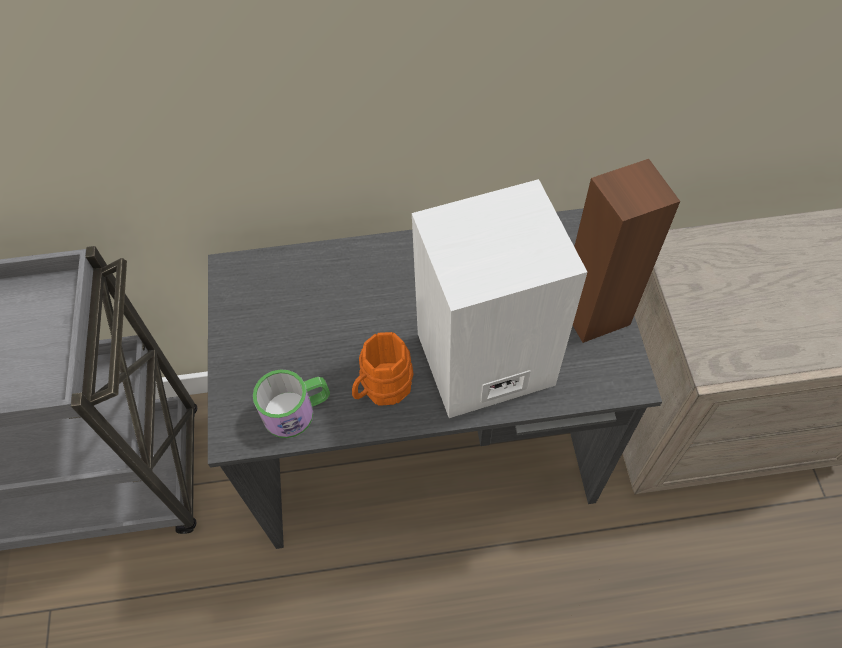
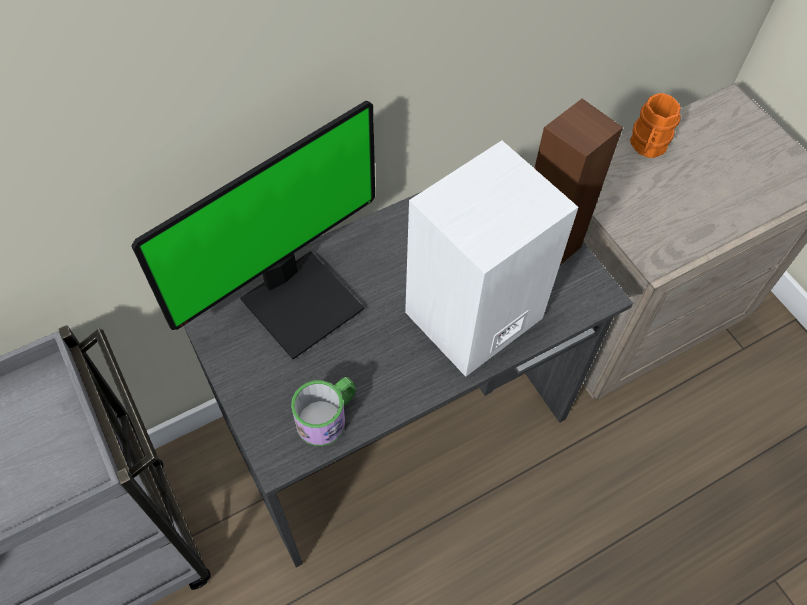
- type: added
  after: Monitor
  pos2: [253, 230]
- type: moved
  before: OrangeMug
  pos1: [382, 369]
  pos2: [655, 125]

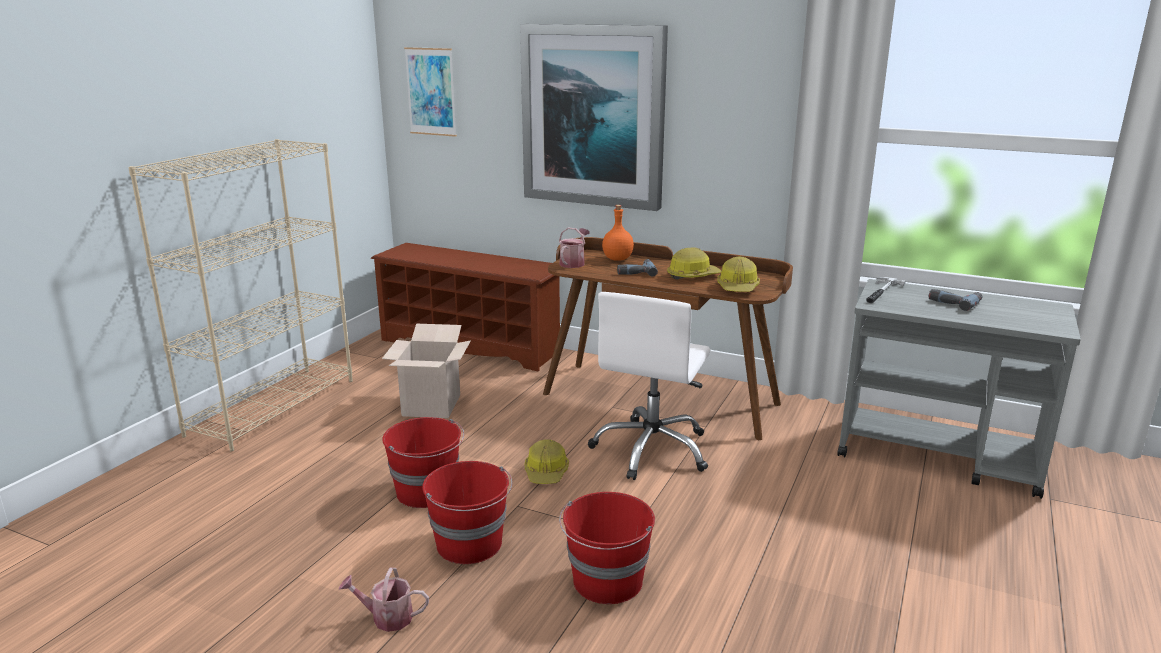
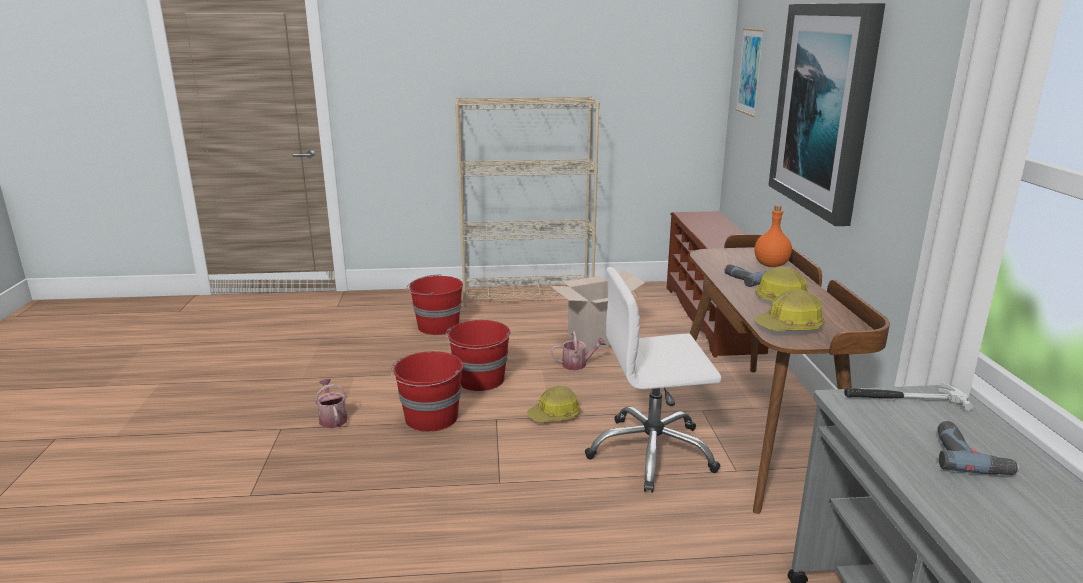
- type: moved
  before: WateringCan
  pos1: [574, 247]
  pos2: [578, 351]
- type: moved
  before: RedBucket
  pos1: [607, 548]
  pos2: [435, 304]

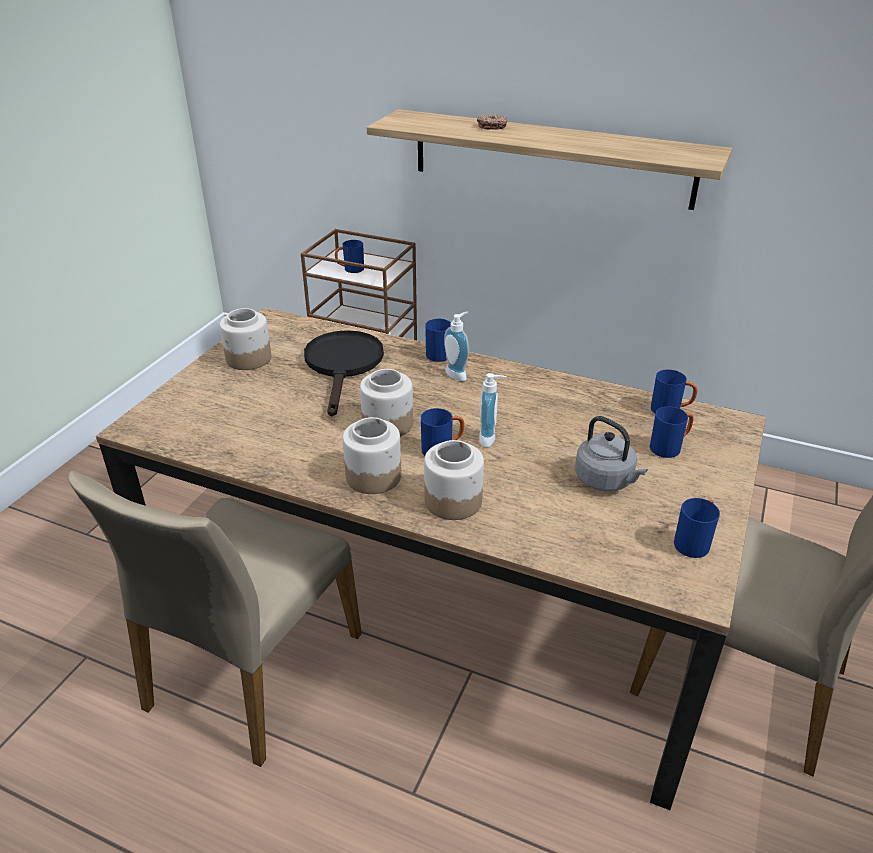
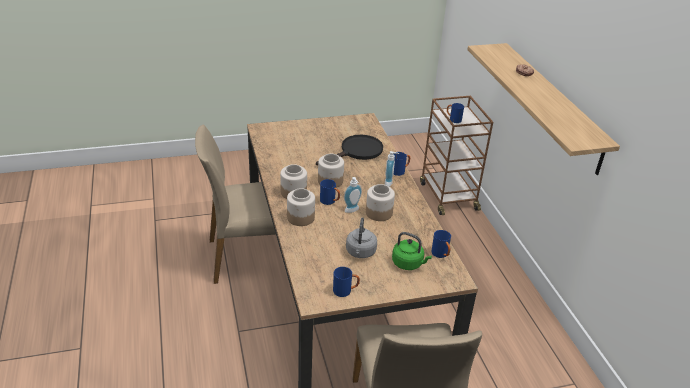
- type: moved
  before: Jar
  pos1: [245, 339]
  pos2: [380, 202]
- type: replaced
  before: BlueMug
  after: GreenKettle
  pos1: [672, 432]
  pos2: [412, 251]

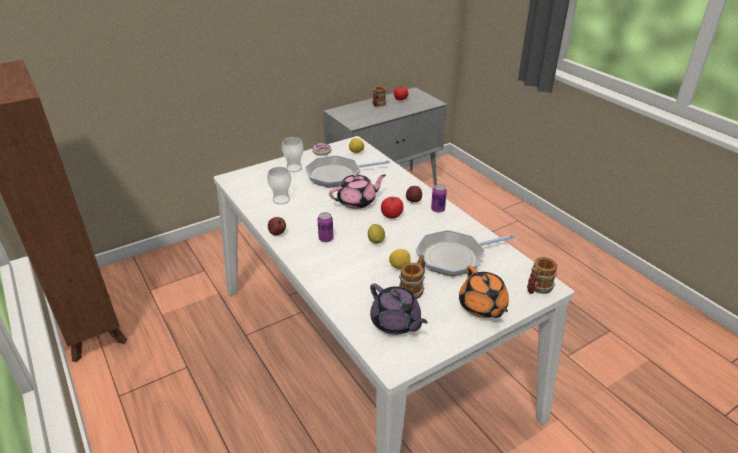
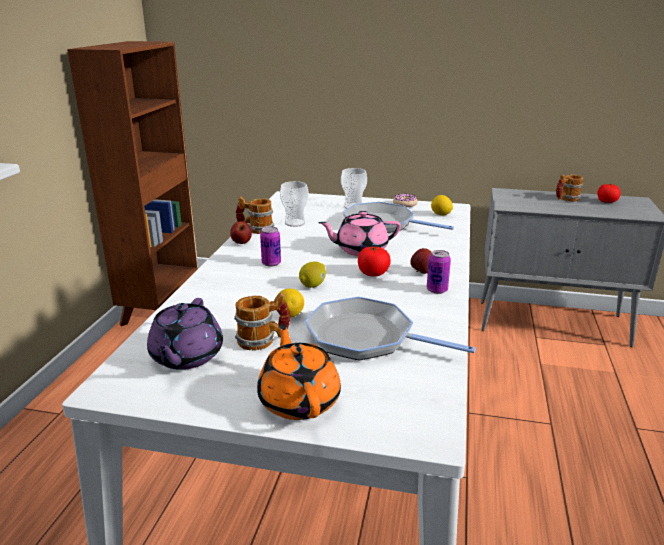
- type: moved
  before: Mug
  pos1: [542, 275]
  pos2: [254, 215]
- type: turned
  before: PinkTeapot
  pos1: [357, 192]
  pos2: [359, 233]
  turn: 150
- type: turned
  before: OrangeTeapot
  pos1: [484, 291]
  pos2: [299, 372]
  turn: 135

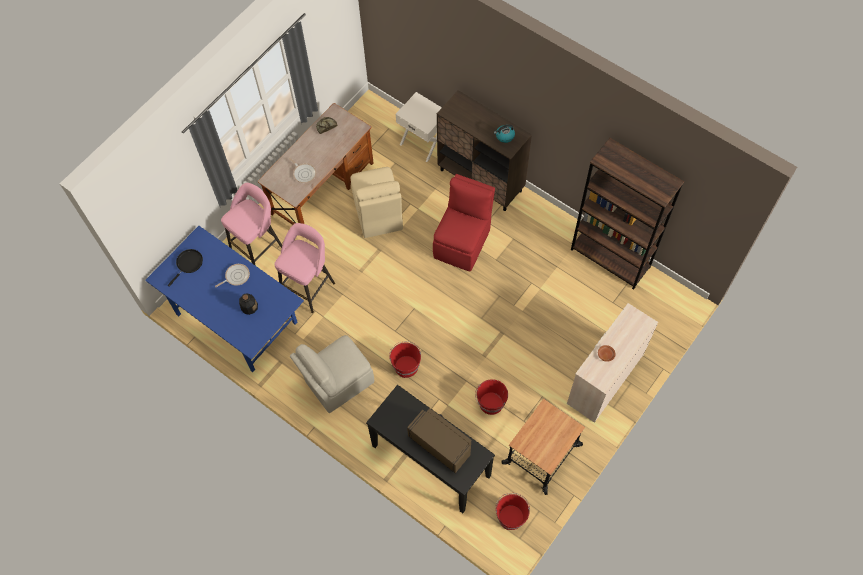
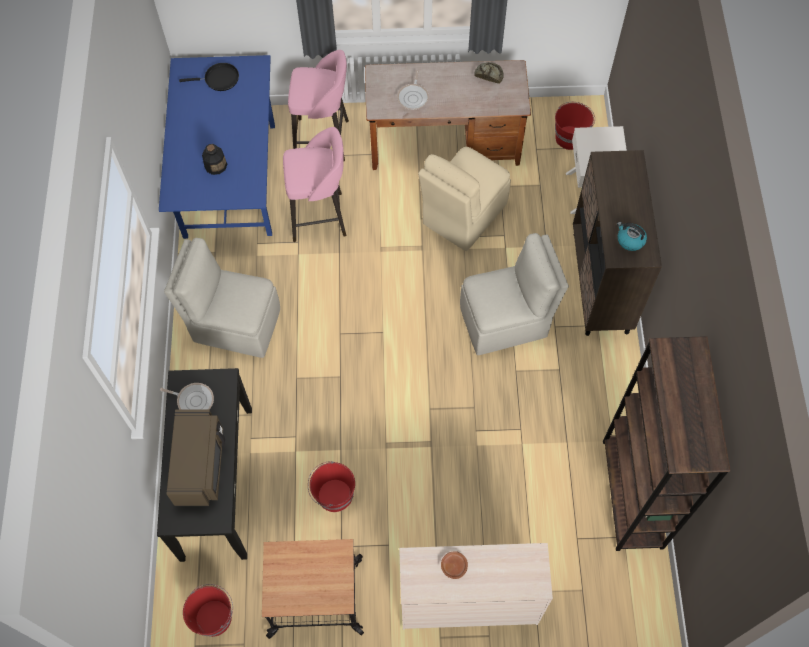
- type: moved
  before: FryingPan
  pos1: [232, 275]
  pos2: [187, 396]
- type: moved
  before: RedBucket
  pos1: [405, 359]
  pos2: [575, 126]
- type: recoloured
  before: RedChair
  after: BeigeChair
  pos1: [464, 222]
  pos2: [514, 294]

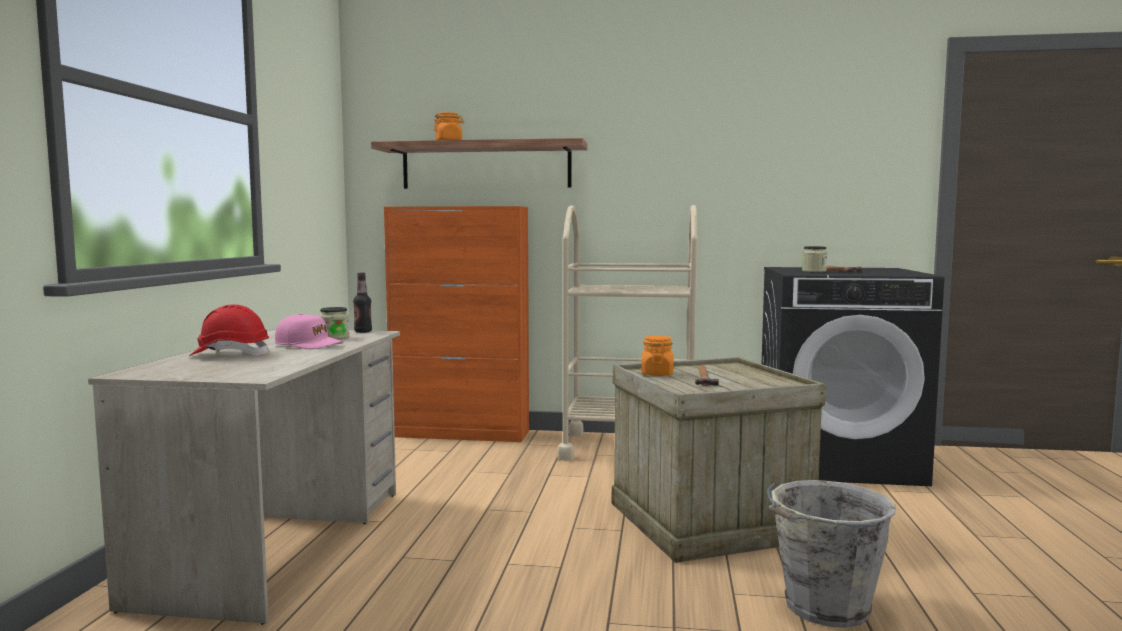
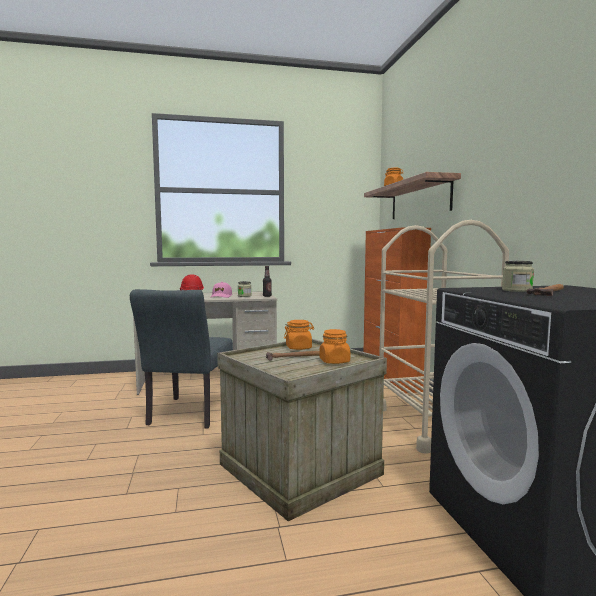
- type: removed
  before: GreyBucket
  pos1: [831, 554]
- type: added
  after: GreyChair
  pos2: [181, 358]
- type: added
  after: OrangeJar
  pos2: [334, 346]

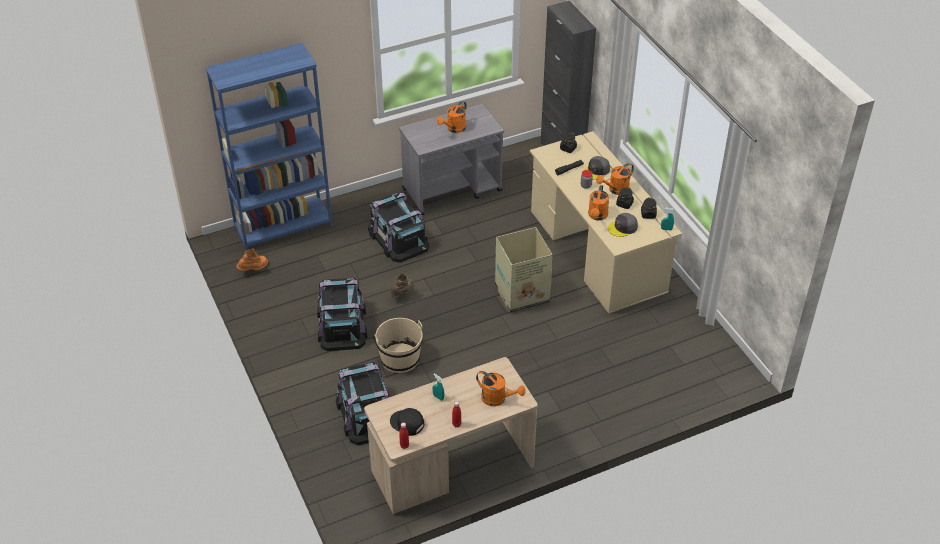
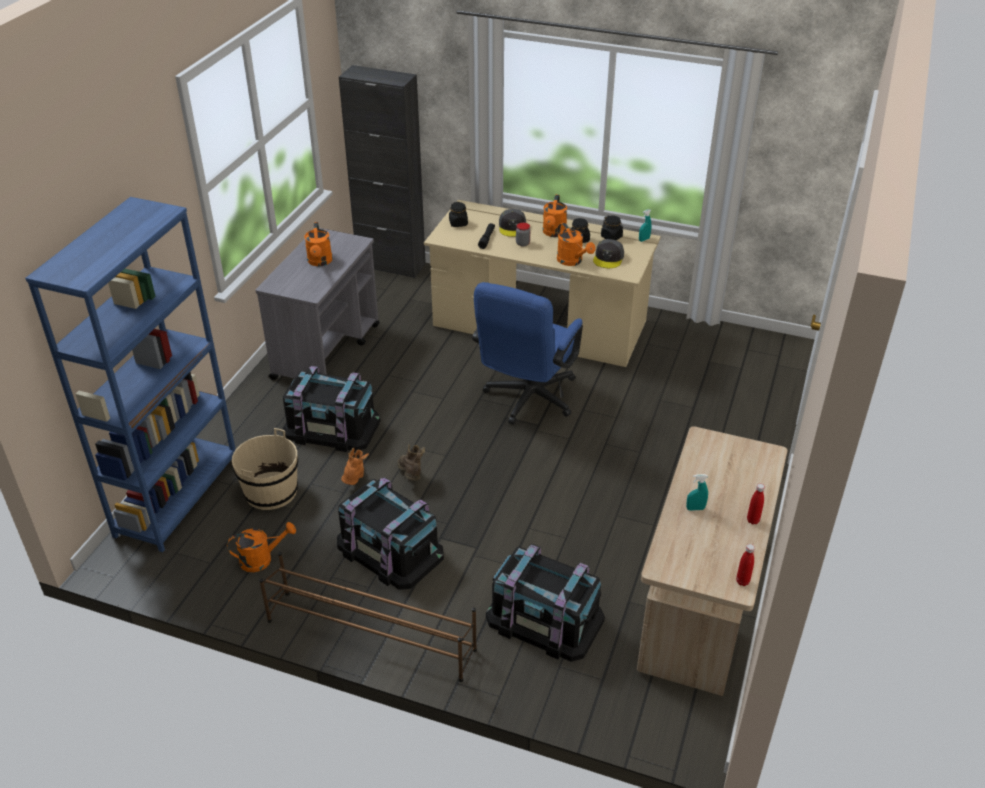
- type: removed
  before: BlackCap
  pos1: [407, 422]
- type: added
  after: BrownShoeRack
  pos2: [368, 617]
- type: moved
  before: OrangeBoot
  pos1: [252, 260]
  pos2: [355, 466]
- type: moved
  before: BeigeBucket
  pos1: [399, 345]
  pos2: [265, 469]
- type: moved
  before: OrangeWateringCan
  pos1: [501, 388]
  pos2: [261, 547]
- type: replaced
  before: CardboardBox
  after: BlueOfficeChair
  pos1: [524, 270]
  pos2: [527, 353]

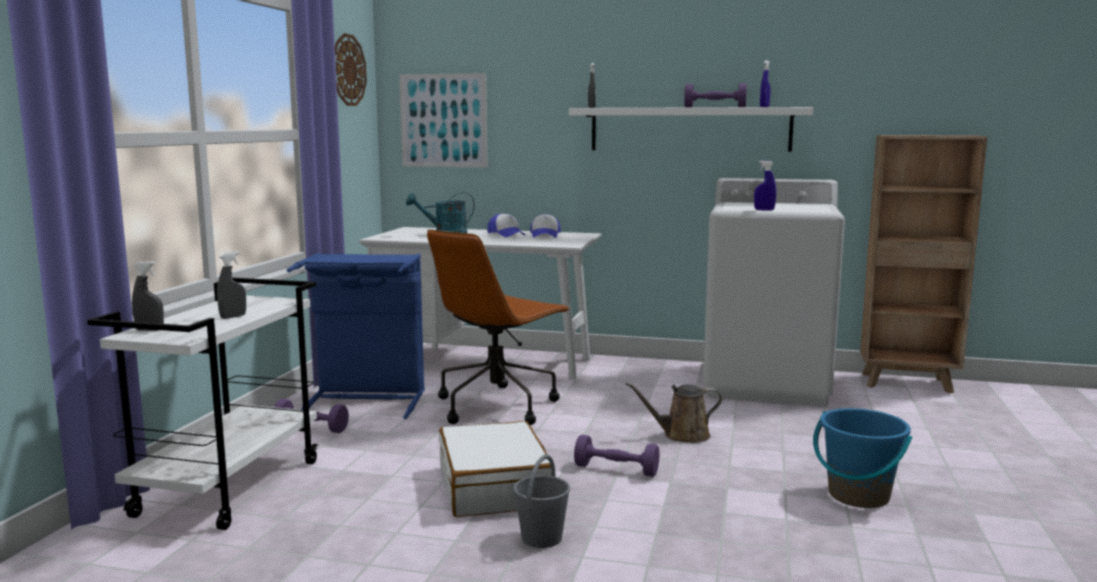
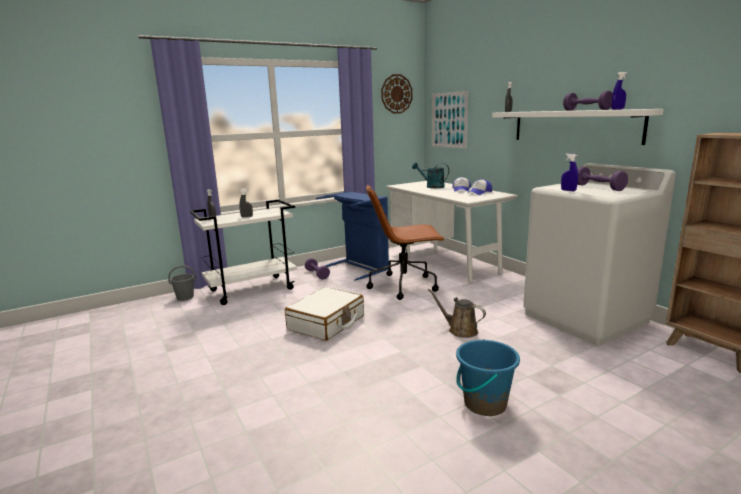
- type: moved
  before: GreyBucket
  pos1: [541, 501]
  pos2: [182, 283]
- type: moved
  before: PurpleDumbbell
  pos1: [617, 456]
  pos2: [602, 179]

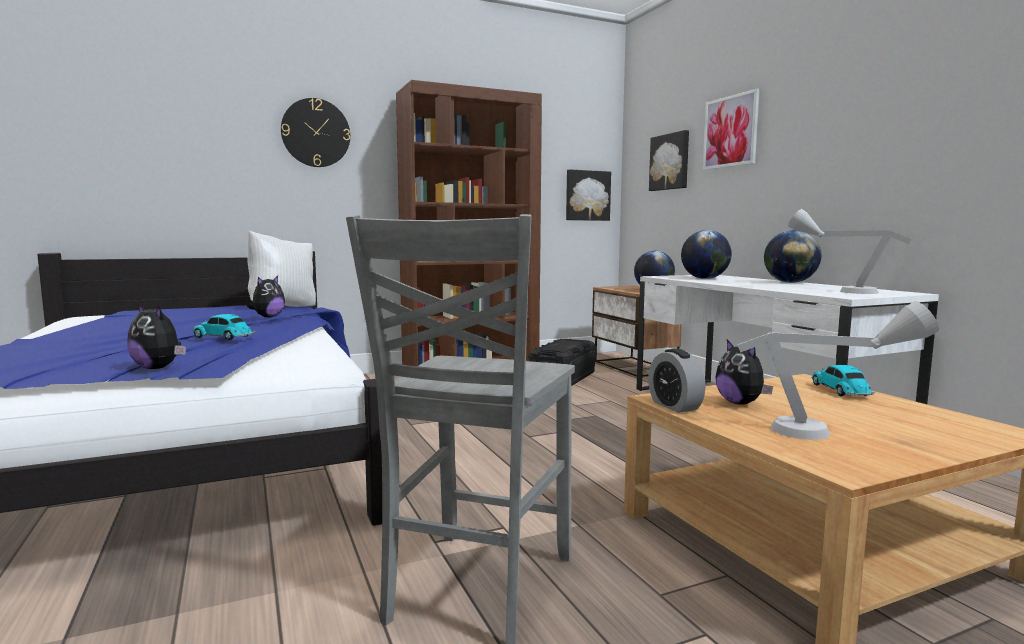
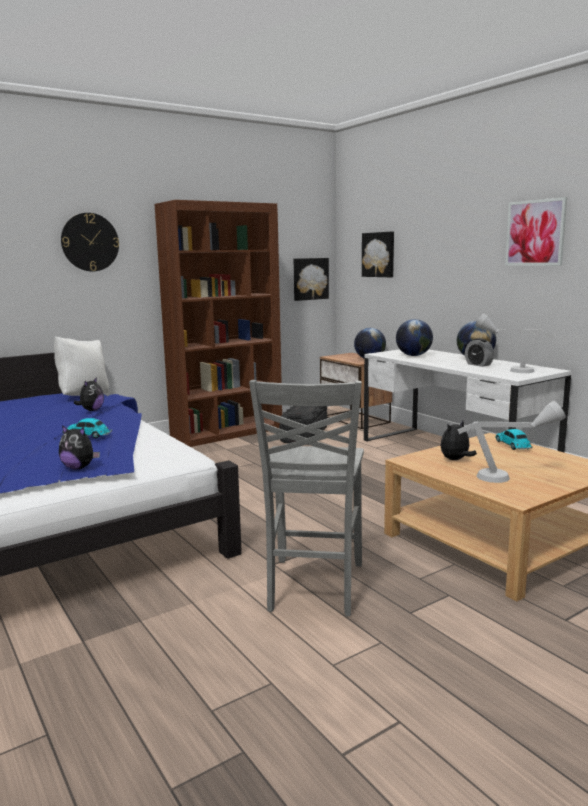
- type: moved
  before: AlarmClock
  pos1: [676, 381]
  pos2: [479, 352]
- type: moved
  before: Picture
  pos1: [731, 129]
  pos2: [536, 231]
- type: turned
  before: PlushToy
  pos1: [744, 372]
  pos2: [459, 440]
  turn: 90

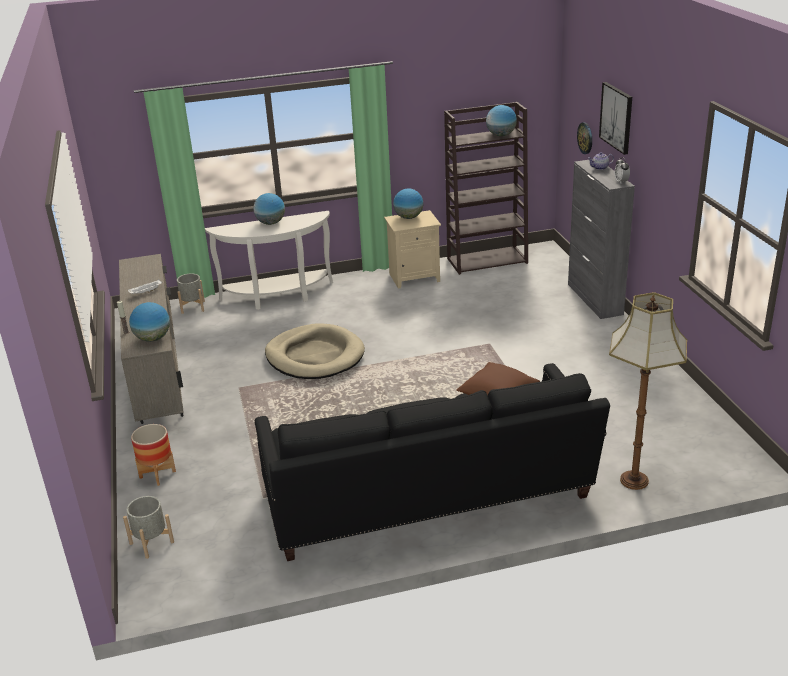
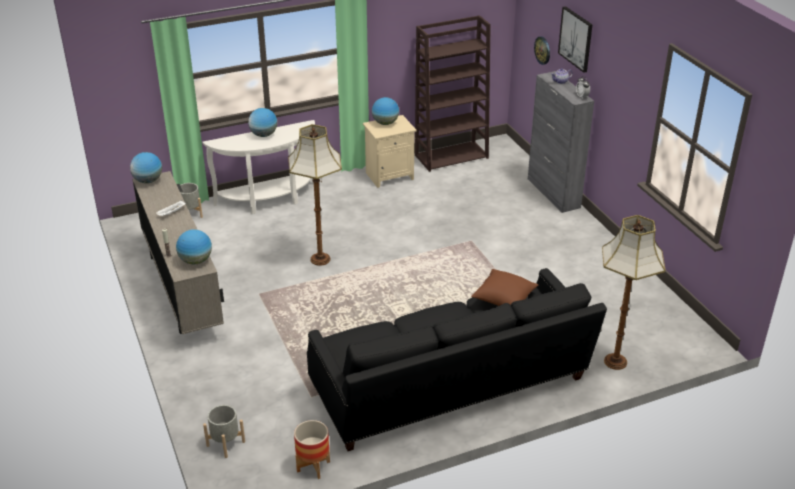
- type: moved
  before: Planter
  pos1: [153, 455]
  pos2: [312, 449]
- type: moved
  before: Globe
  pos1: [501, 120]
  pos2: [146, 167]
- type: replaced
  before: BeigeDogBed
  after: FloorLamp
  pos1: [315, 351]
  pos2: [315, 195]

